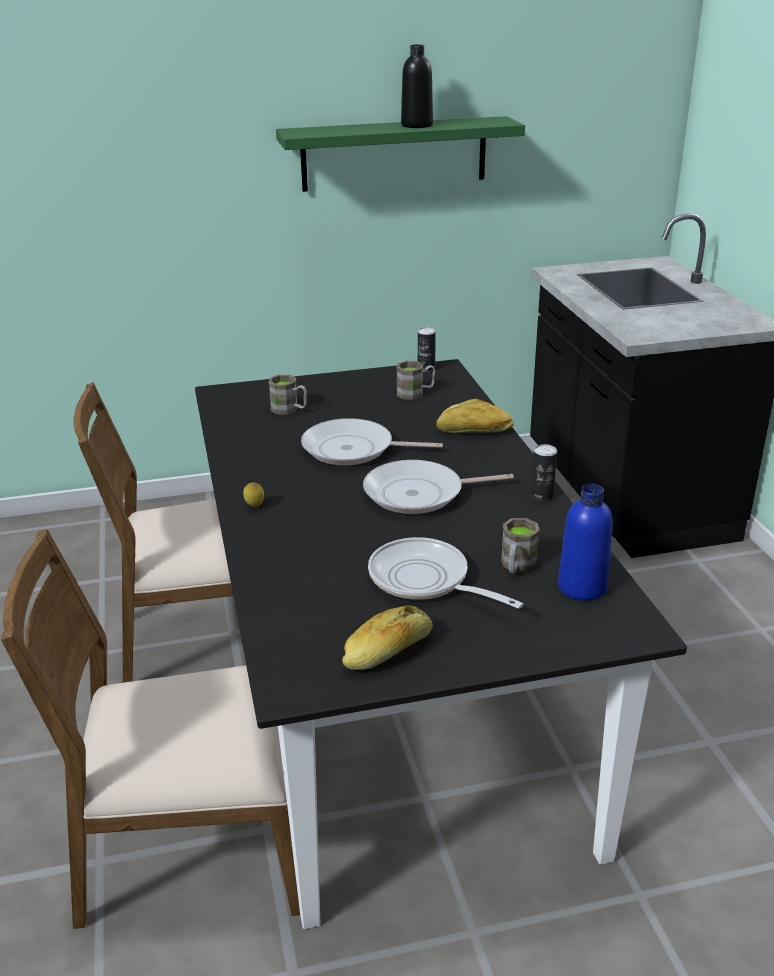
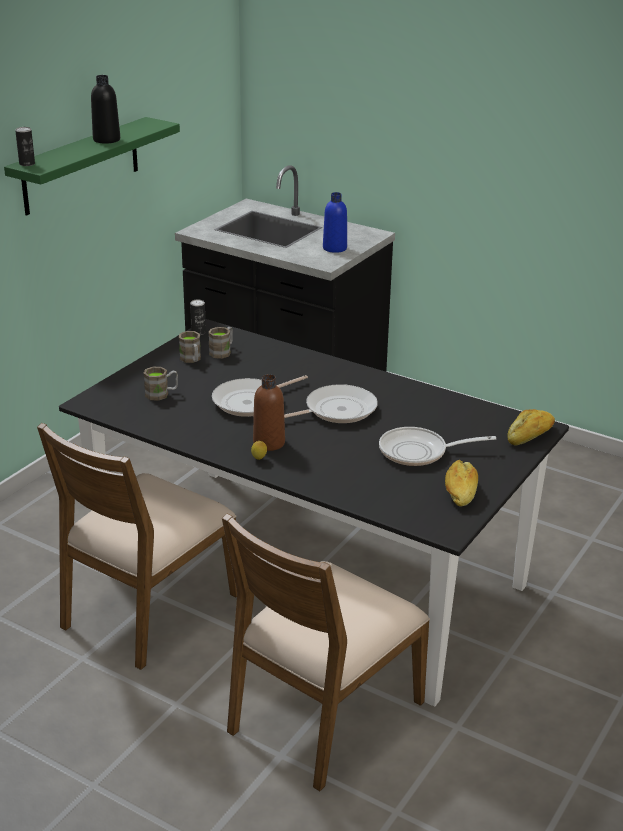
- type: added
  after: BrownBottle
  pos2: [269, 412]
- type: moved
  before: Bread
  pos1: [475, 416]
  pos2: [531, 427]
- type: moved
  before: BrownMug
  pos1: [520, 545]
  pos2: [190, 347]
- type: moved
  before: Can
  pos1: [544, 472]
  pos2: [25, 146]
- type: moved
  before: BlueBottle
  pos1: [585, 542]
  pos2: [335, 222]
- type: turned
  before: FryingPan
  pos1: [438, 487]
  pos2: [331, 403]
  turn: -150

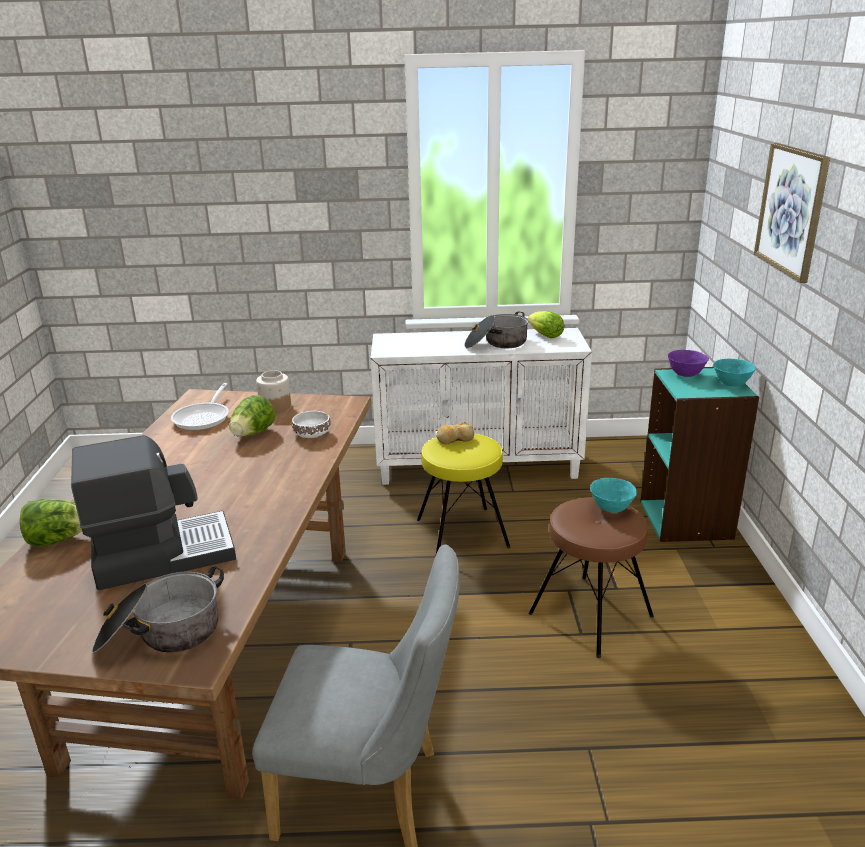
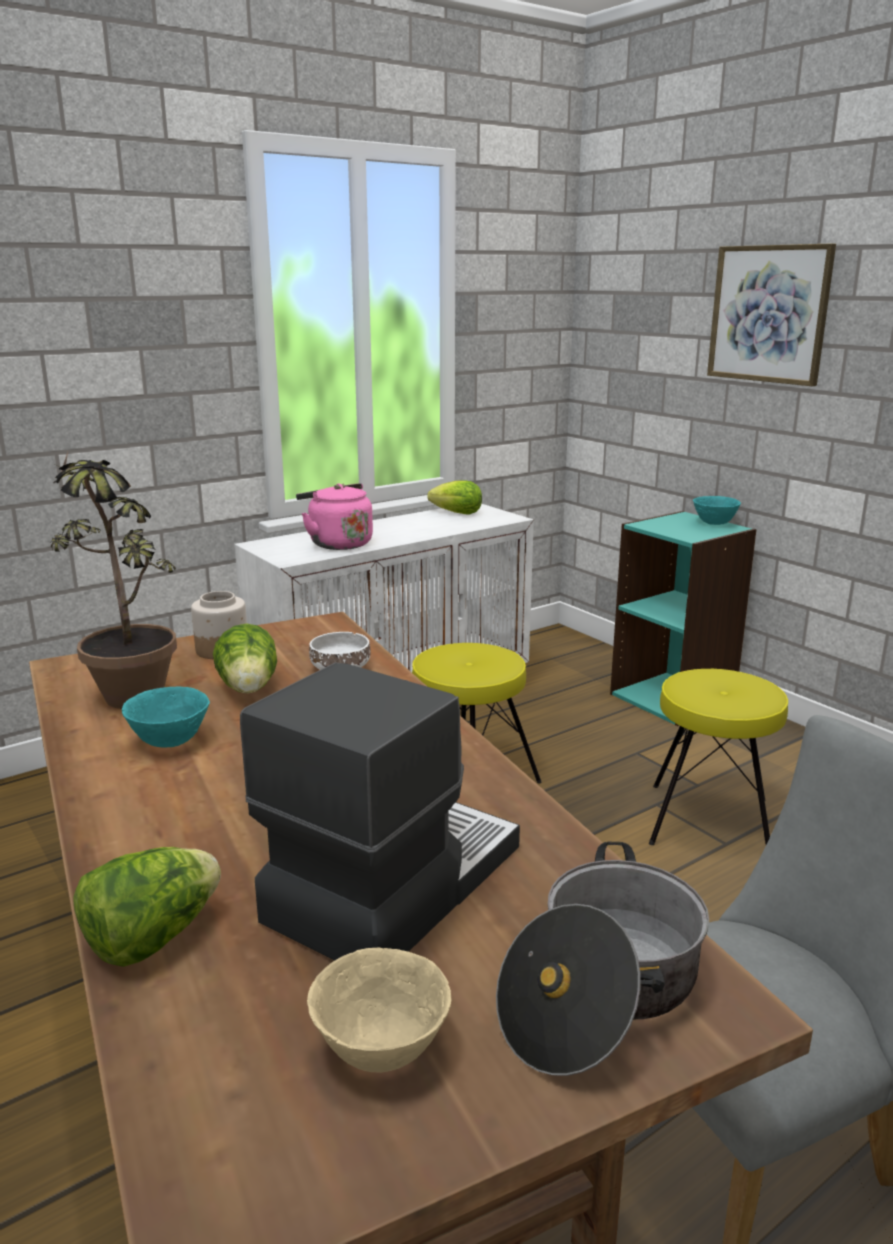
- type: removed
  before: Bread
  pos1: [455, 433]
- type: removed
  before: CookingPot
  pos1: [496, 329]
- type: removed
  before: PurpleBowl
  pos1: [688, 363]
- type: added
  after: PinkKettle
  pos2: [334, 516]
- type: added
  after: BeigeBowl
  pos2: [379, 1010]
- type: moved
  before: TurquoiseBowl
  pos1: [613, 495]
  pos2: [166, 717]
- type: replaced
  before: FryingPan
  after: PottedPlant
  pos1: [200, 406]
  pos2: [113, 580]
- type: recoloured
  before: BrownStool
  after: YellowStool
  pos1: [591, 577]
  pos2: [718, 757]

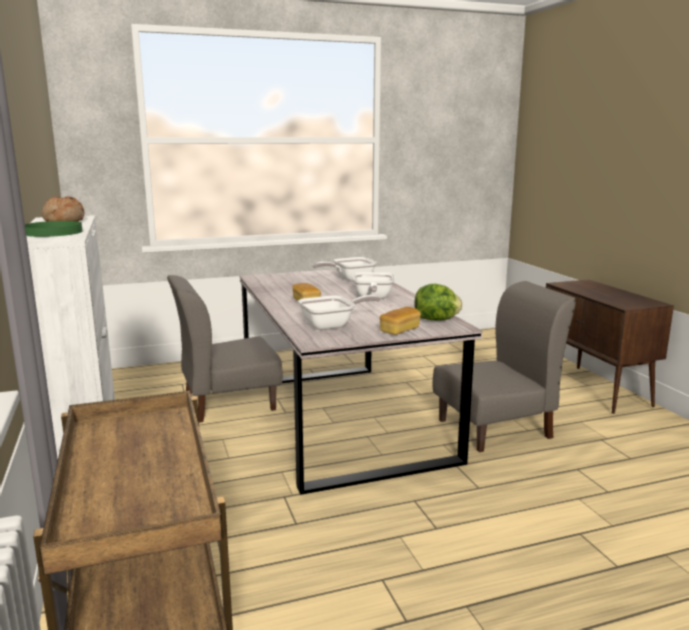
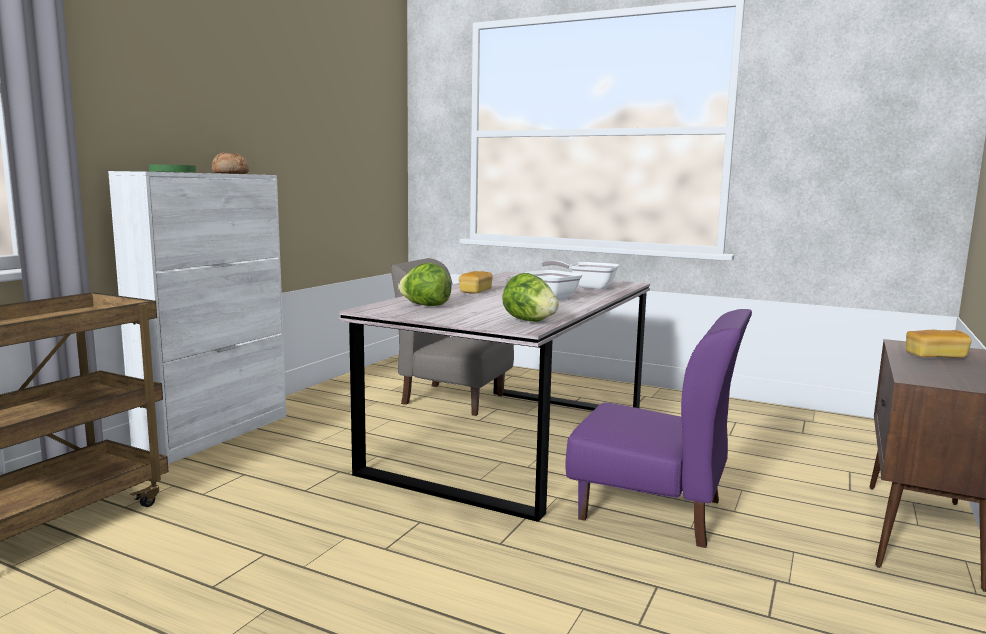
- type: moved
  before: Bread
  pos1: [400, 321]
  pos2: [939, 344]
- type: replaced
  before: FryingPan
  after: Lettuce
  pos1: [339, 312]
  pos2: [425, 284]
- type: recoloured
  before: GreyChair
  after: PurpleChair
  pos1: [504, 366]
  pos2: [658, 428]

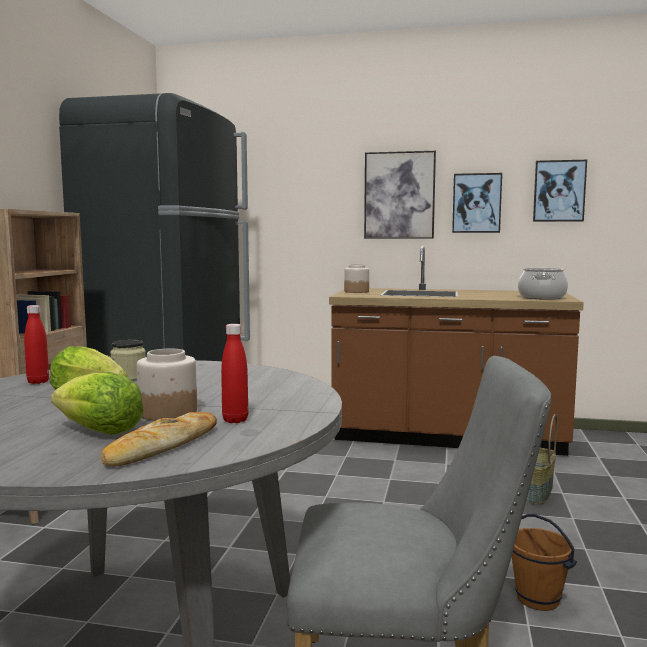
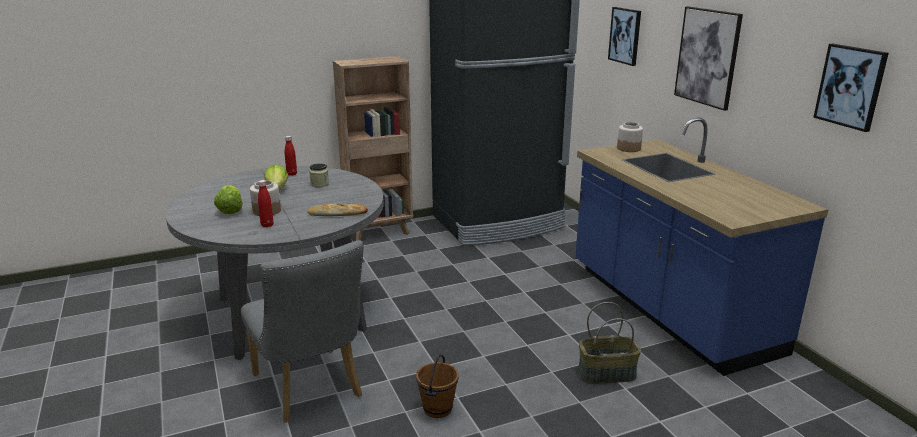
- type: removed
  before: CookingPot
  pos1: [543, 284]
- type: moved
  before: Bread
  pos1: [159, 439]
  pos2: [338, 209]
- type: moved
  before: Picture
  pos1: [477, 203]
  pos2: [624, 36]
- type: recoloured
  before: BrownCounter
  after: BlueCounter
  pos1: [456, 350]
  pos2: [702, 246]

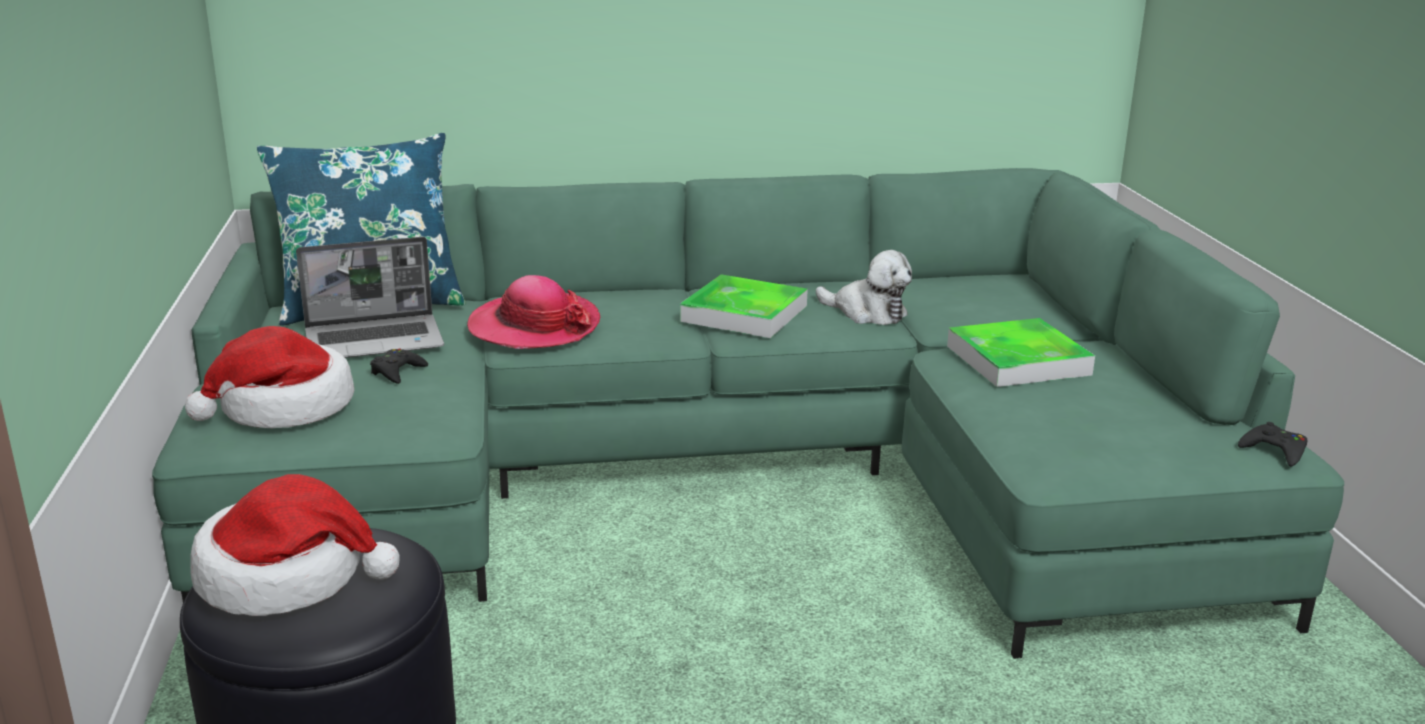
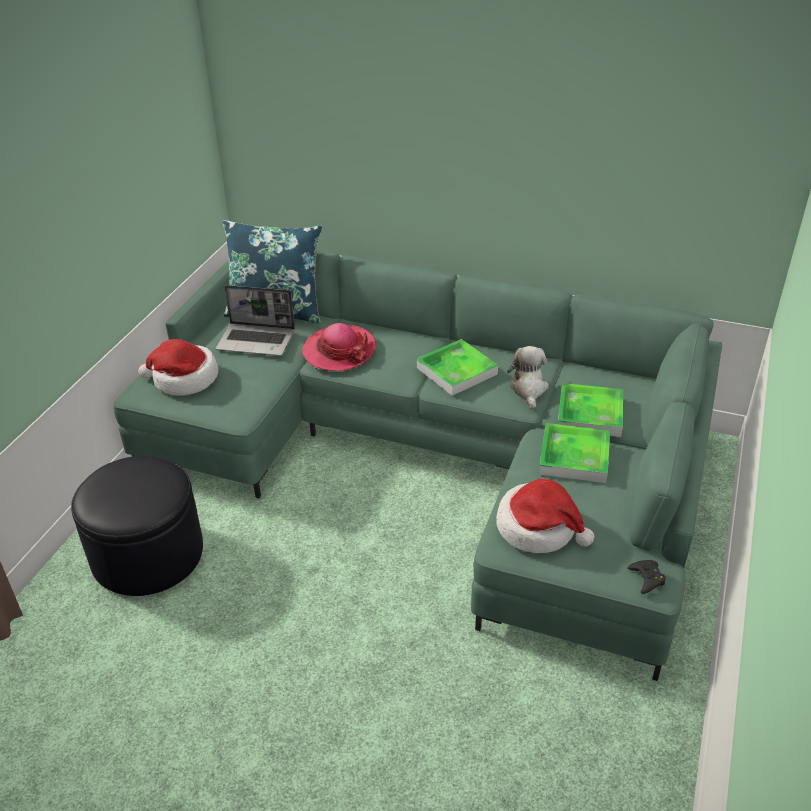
- type: removed
  before: BlackGameController
  pos1: [399, 366]
- type: added
  after: Tray
  pos2: [590, 410]
- type: moved
  before: Hat
  pos1: [295, 545]
  pos2: [545, 516]
- type: turned
  before: PlushToy
  pos1: [864, 287]
  pos2: [528, 377]
  turn: -150

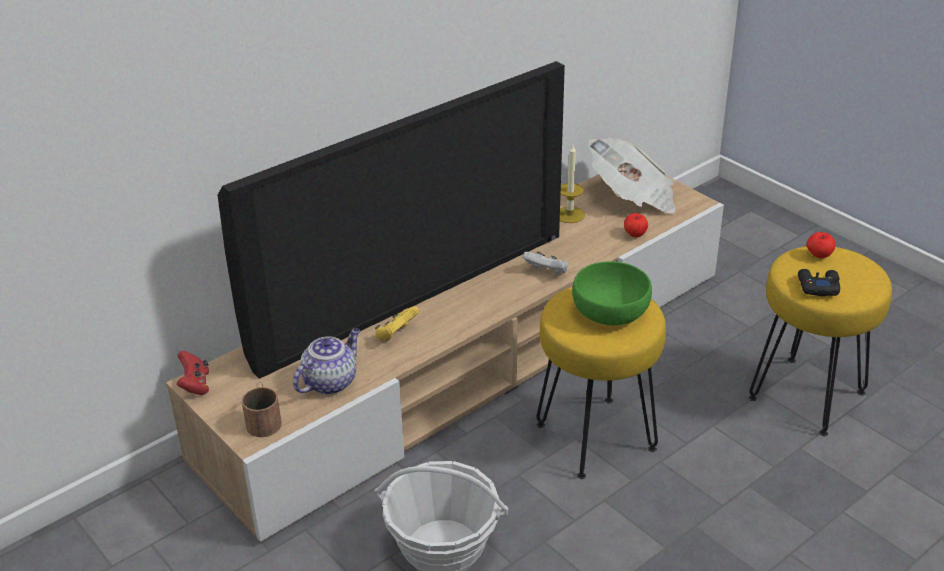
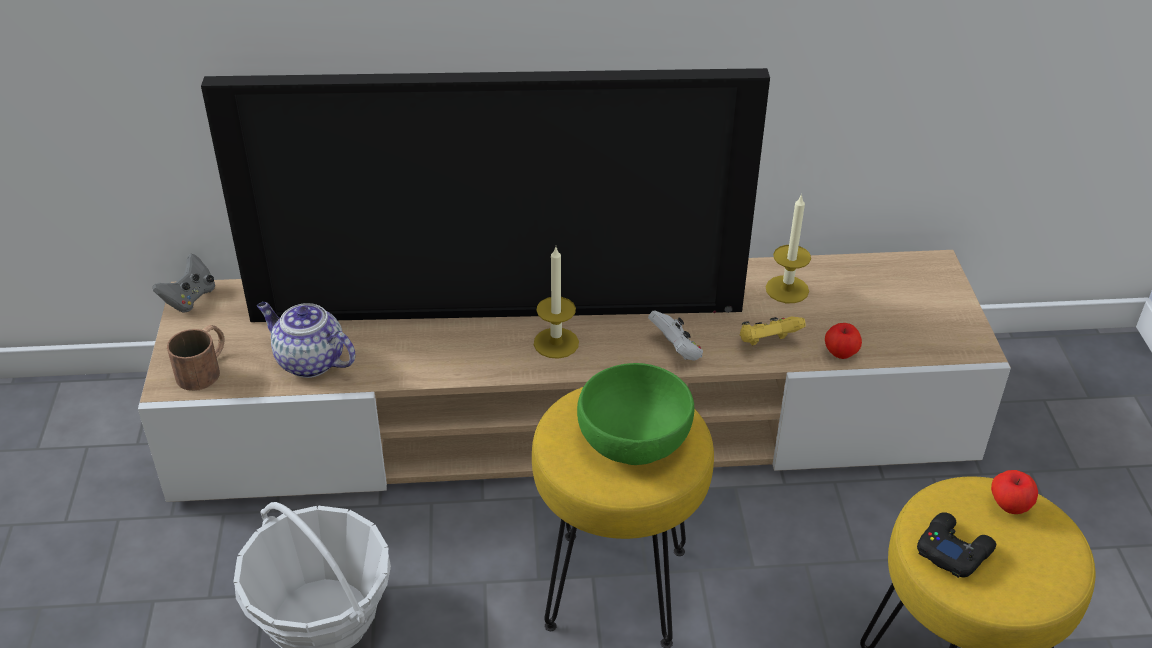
- type: removed
  before: Newspaper
  pos1: [631, 175]
- type: added
  after: Candle
  pos2: [556, 303]
- type: moved
  before: YellowGameController
  pos1: [397, 323]
  pos2: [773, 331]
- type: recoloured
  before: RedGameController
  after: GreyGameController
  pos1: [193, 373]
  pos2: [184, 282]
- type: turned
  before: Teapot
  pos1: [326, 361]
  pos2: [306, 340]
  turn: -135

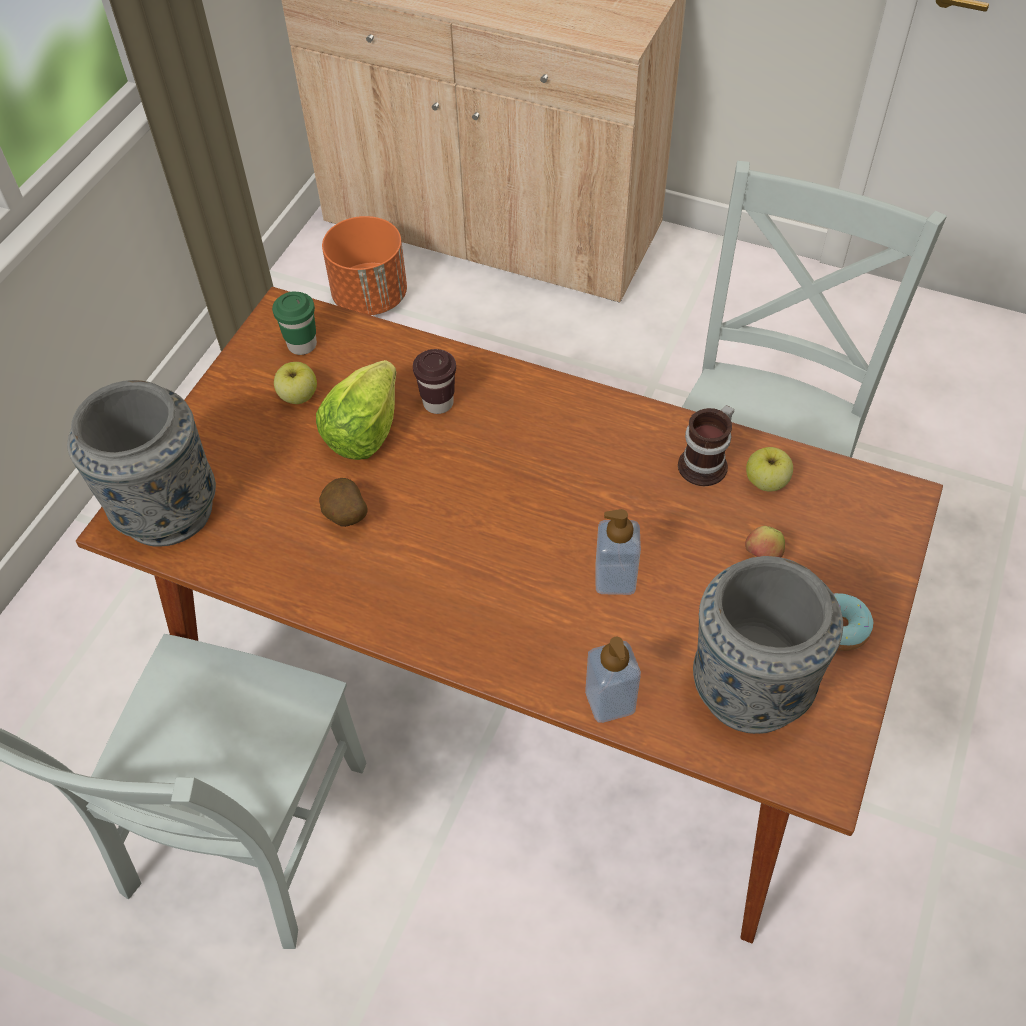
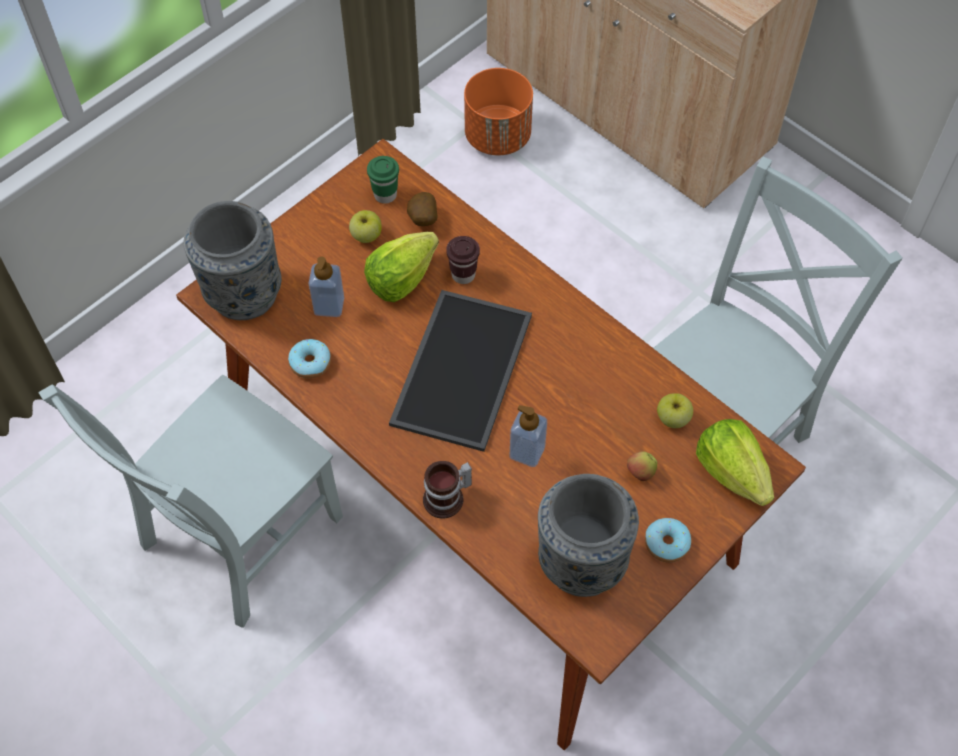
- type: added
  after: Donut
  pos2: [309, 359]
- type: added
  after: Tray
  pos2: [460, 371]
- type: added
  after: Lettuce
  pos2: [735, 462]
- type: moved
  before: Potato
  pos1: [343, 502]
  pos2: [422, 209]
- type: moved
  before: SoapDispenser
  pos1: [613, 680]
  pos2: [326, 286]
- type: moved
  before: Mug
  pos1: [706, 445]
  pos2: [447, 489]

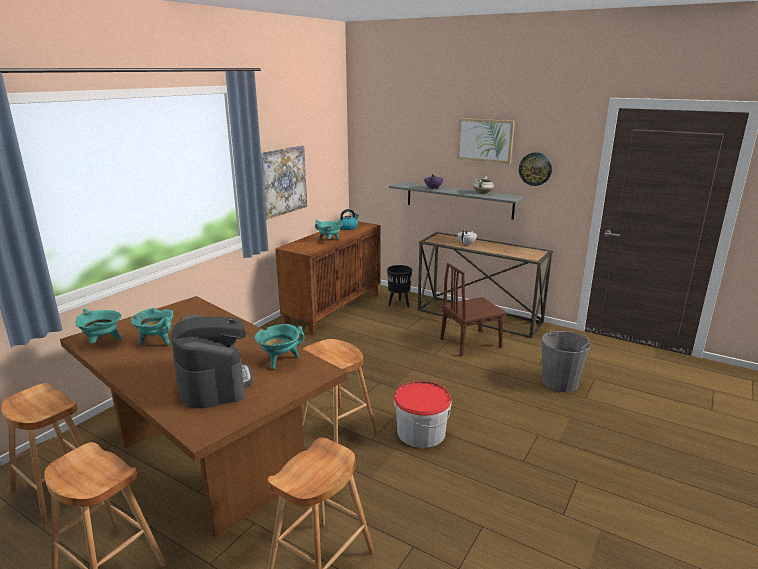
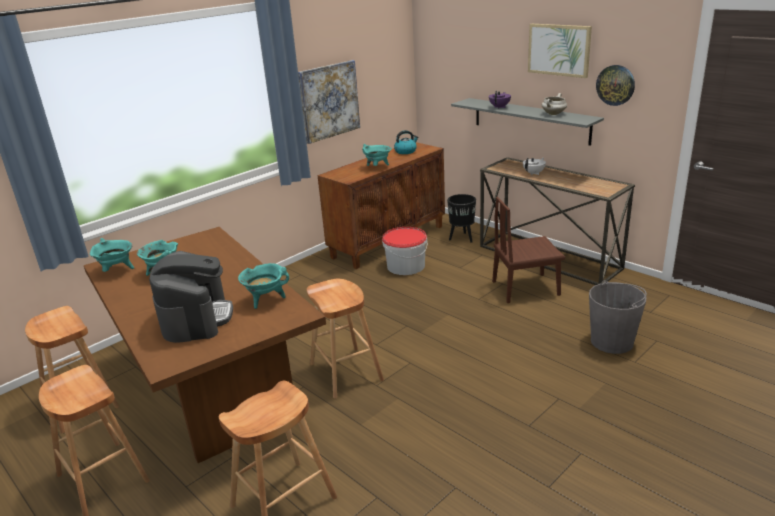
- type: moved
  before: Bucket
  pos1: [422, 414]
  pos2: [404, 251]

